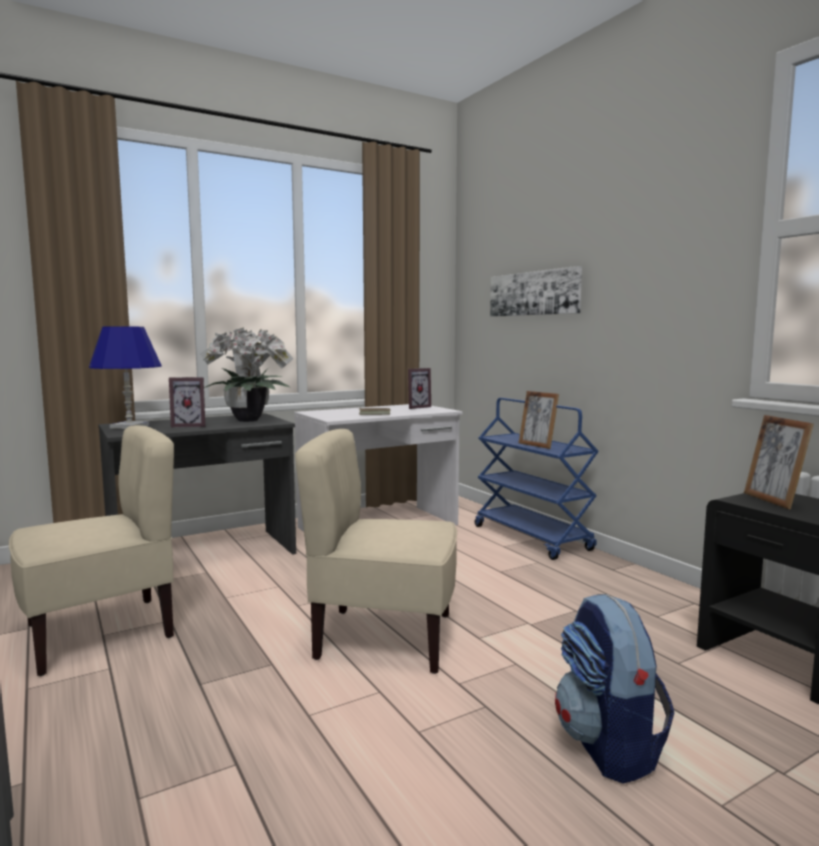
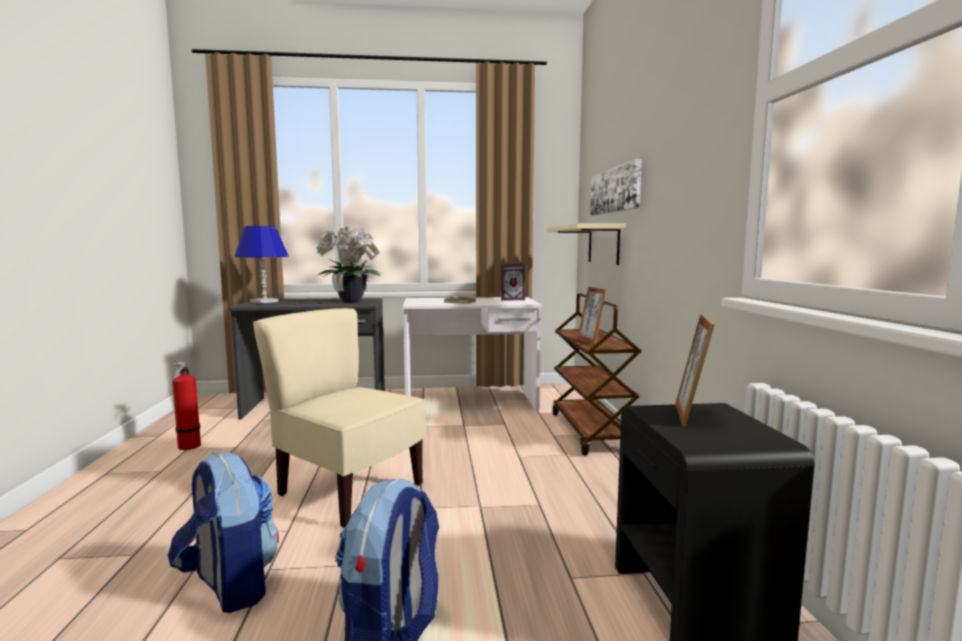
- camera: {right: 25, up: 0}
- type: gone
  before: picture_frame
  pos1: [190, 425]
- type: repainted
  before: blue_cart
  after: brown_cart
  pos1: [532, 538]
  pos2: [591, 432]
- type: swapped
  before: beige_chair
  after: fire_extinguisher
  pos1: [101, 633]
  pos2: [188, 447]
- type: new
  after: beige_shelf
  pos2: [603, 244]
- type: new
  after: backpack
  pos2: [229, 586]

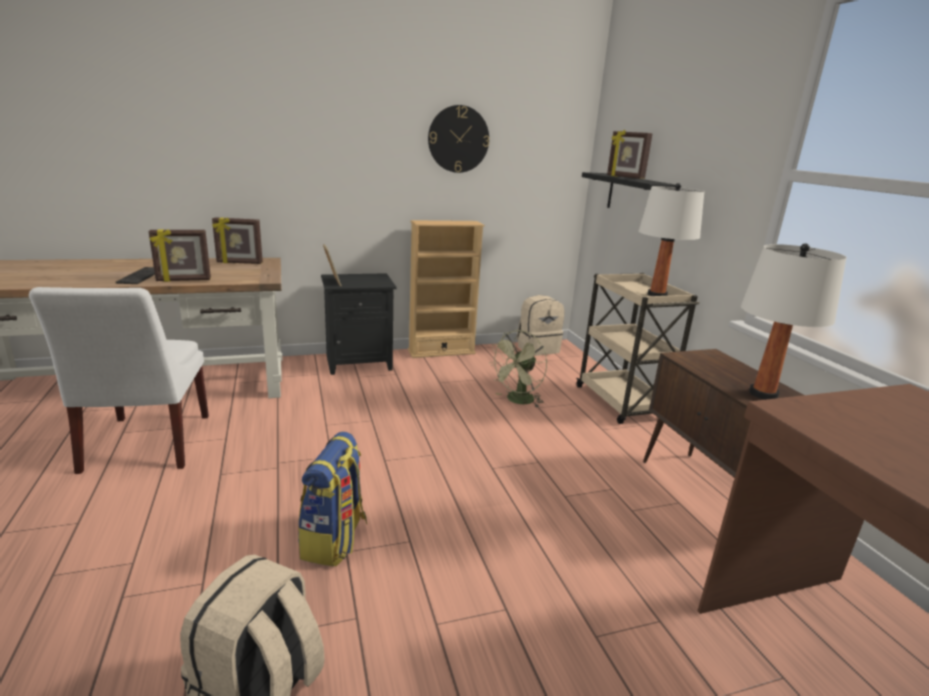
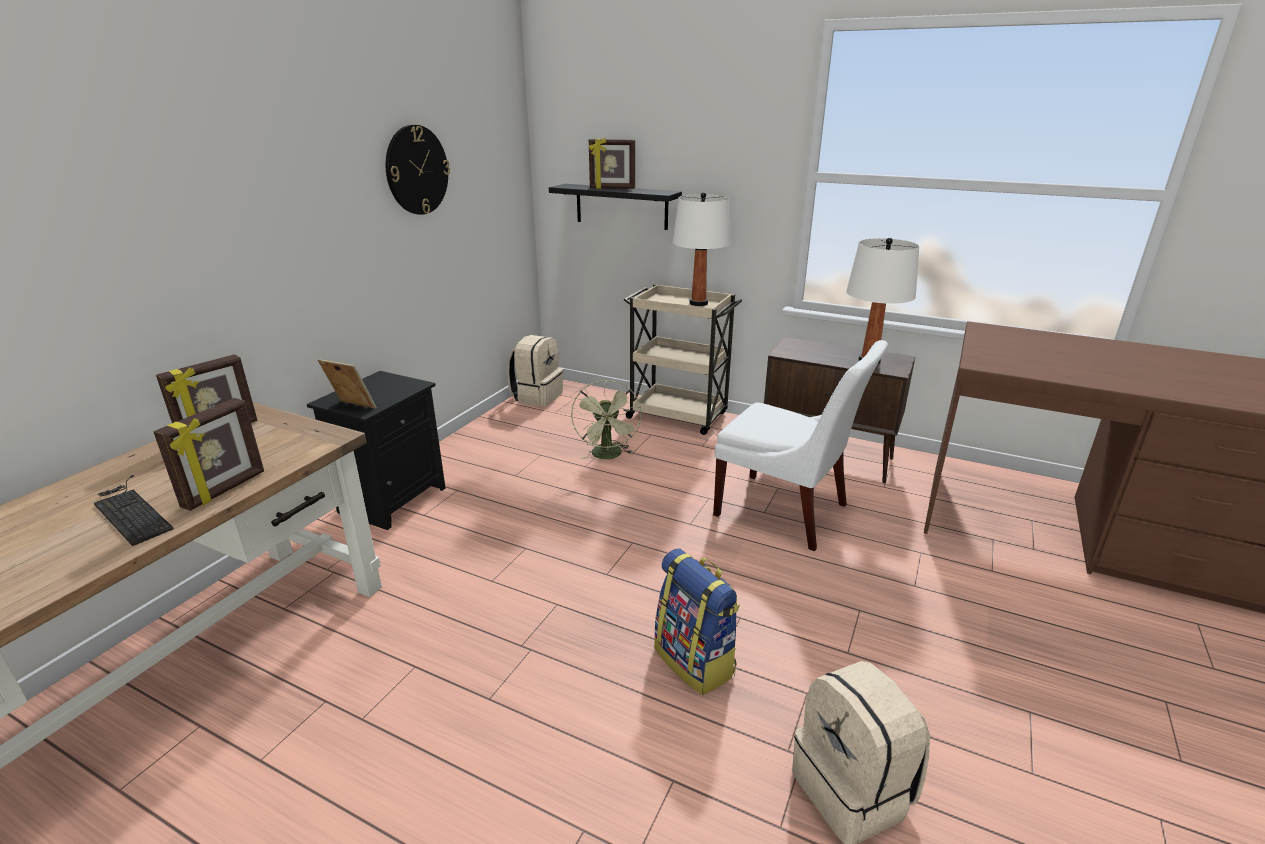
- camera: {right: -45, up: 5}
- type: gone
  before: beige_bookcase
  pos1: [441, 352]
- type: shifted
  before: white_chair
  pos1: [145, 445]
  pos2: [786, 512]

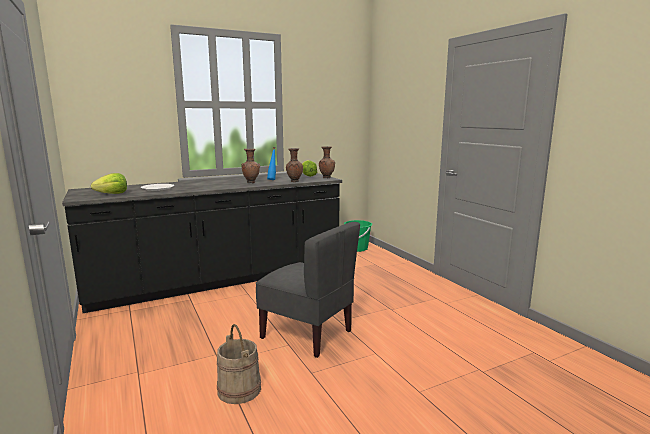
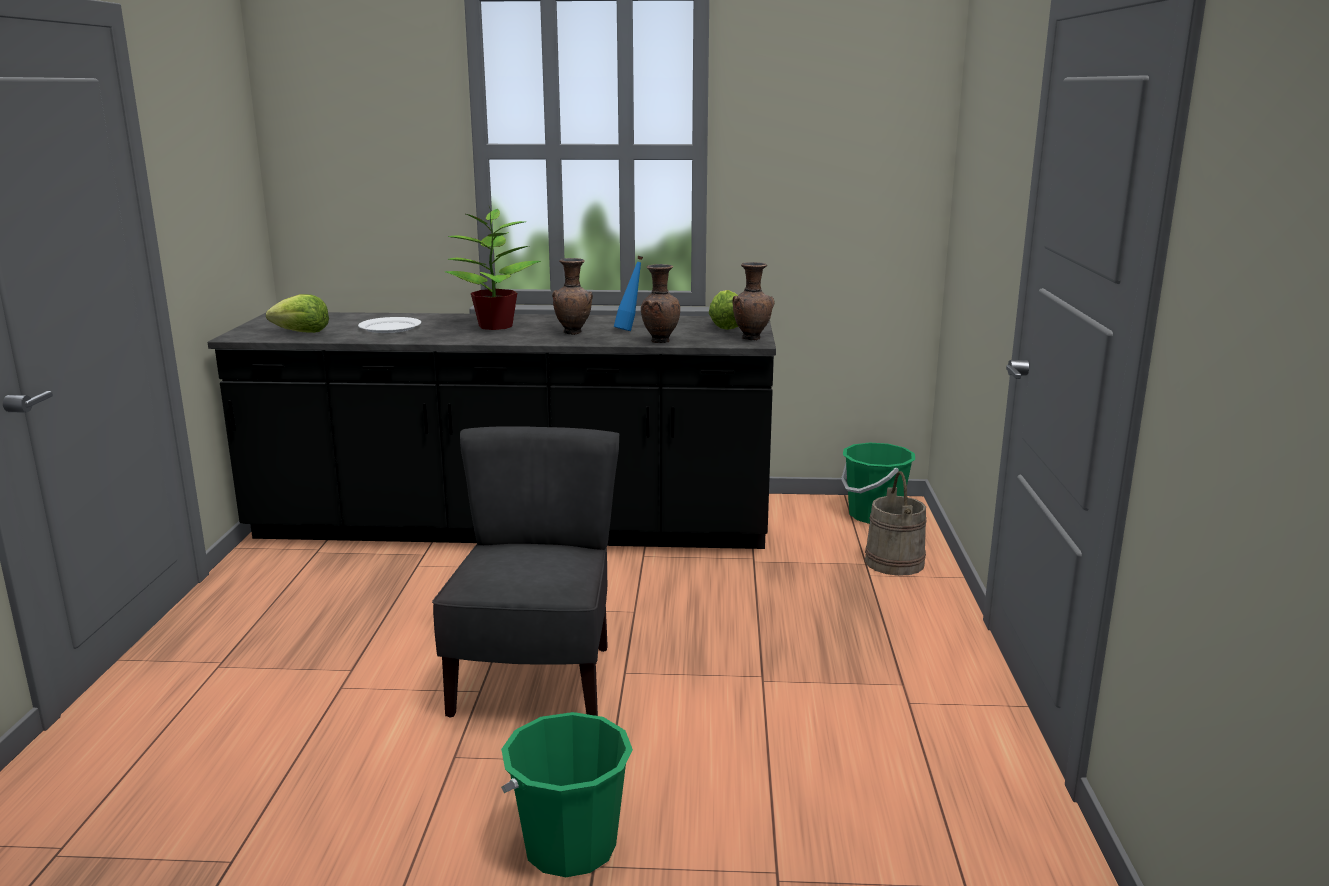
- camera: {right: 30, up: 5}
- type: rotated
  before: grey_chair
  pos1: [307, 334]
  pos2: [536, 681]
  turn: -150
- type: shifted
  before: beige_bucket
  pos1: [239, 389]
  pos2: [894, 562]
- type: new
  after: potted_plant
  pos2: [494, 326]
- type: new
  after: green_bucket
  pos2: [570, 847]

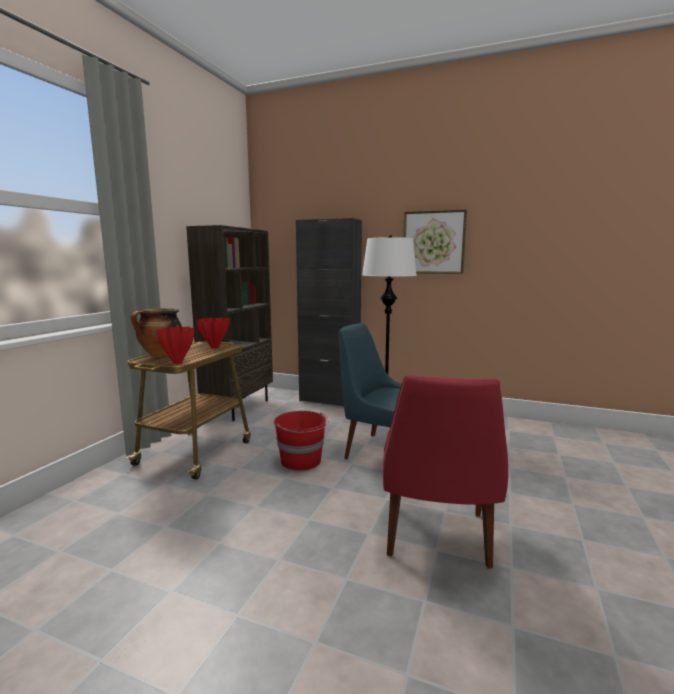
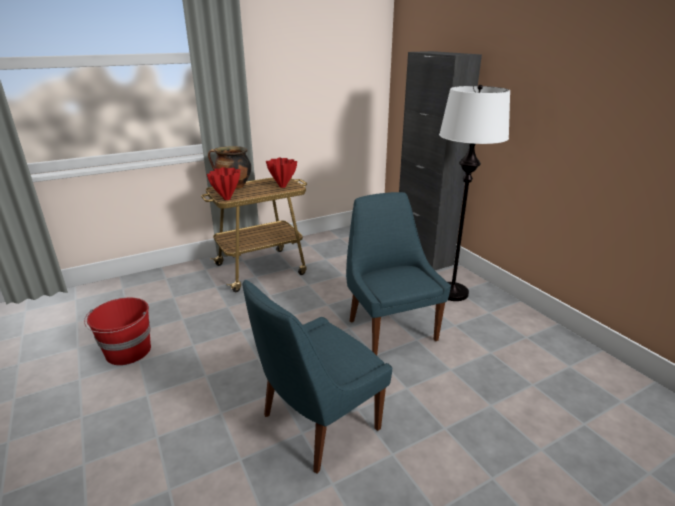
- camera: {right: 40, up: 15}
- type: gone
  before: picture
  pos1: [433, 242]
- type: gone
  before: brown_bookcase
  pos1: [238, 408]
- type: repainted
  before: red_chair
  after: blue_chair
  pos1: [436, 537]
  pos2: [317, 424]
- type: shifted
  before: red_bucket
  pos1: [301, 461]
  pos2: [128, 351]

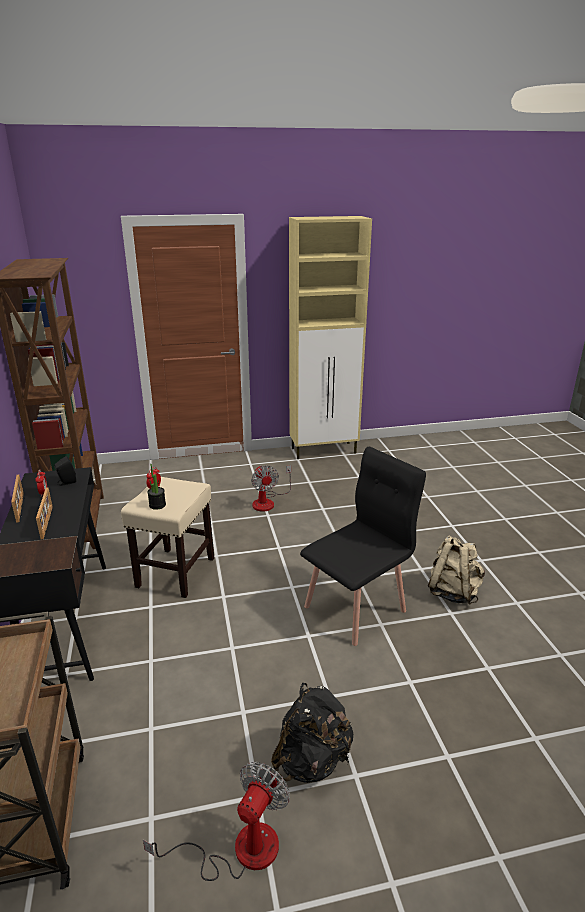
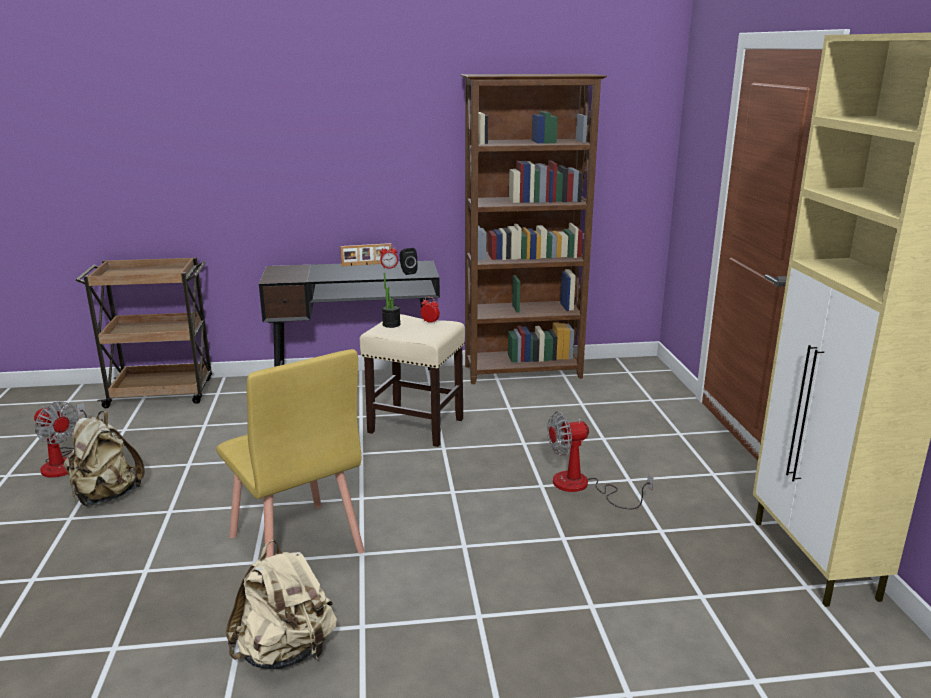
- camera: {right: 95, up: -5}
- type: repainted
  before: black_chair
  after: yellow_chair
  pos1: [356, 608]
  pos2: [295, 545]
- type: gone
  before: picture_frame
  pos1: [48, 522]
- type: repainted
  before: black_backpack
  after: beige_backpack
  pos1: [312, 761]
  pos2: [106, 496]

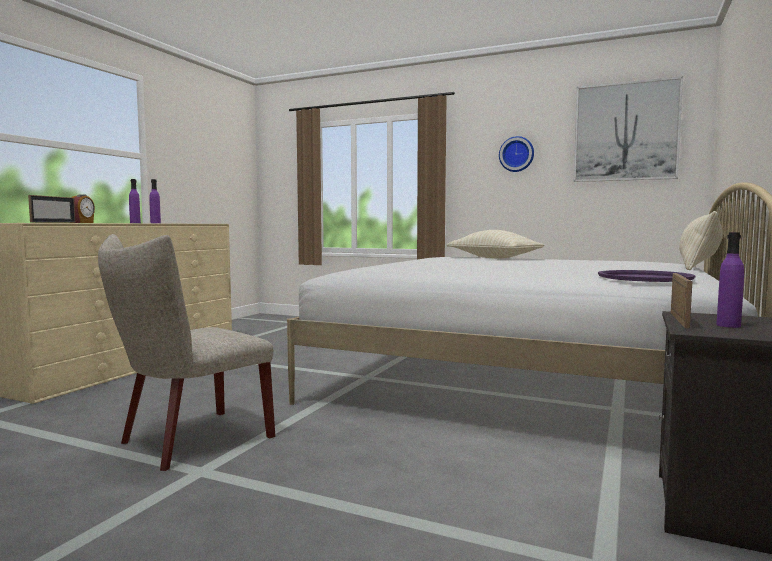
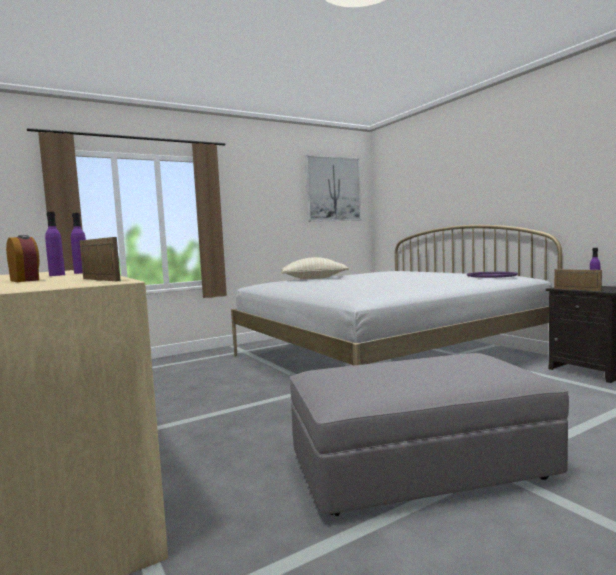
- camera: {right: -55, up: 0}
- type: gone
  before: wall_clock
  pos1: [516, 154]
- type: gone
  before: beige_pillow
  pos1: [698, 267]
- type: swapped
  before: beige_chair
  after: grey_ottoman
  pos1: [188, 441]
  pos2: [418, 467]

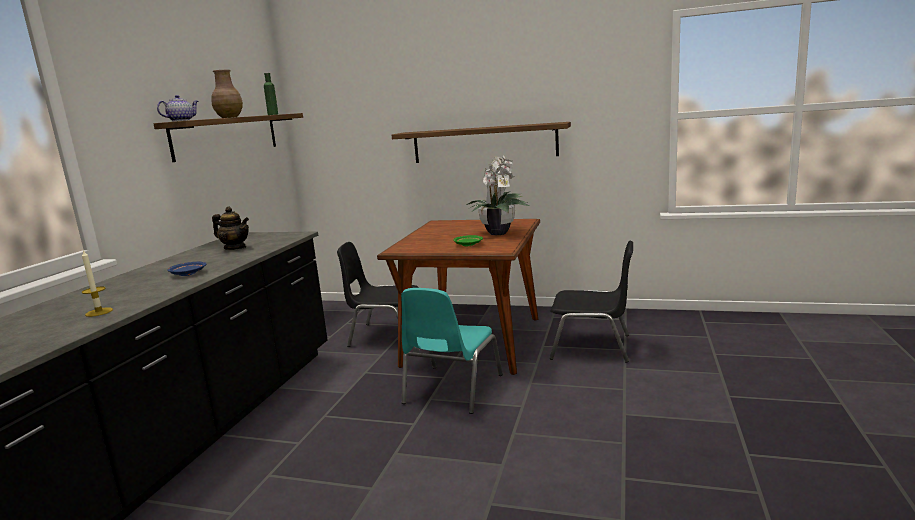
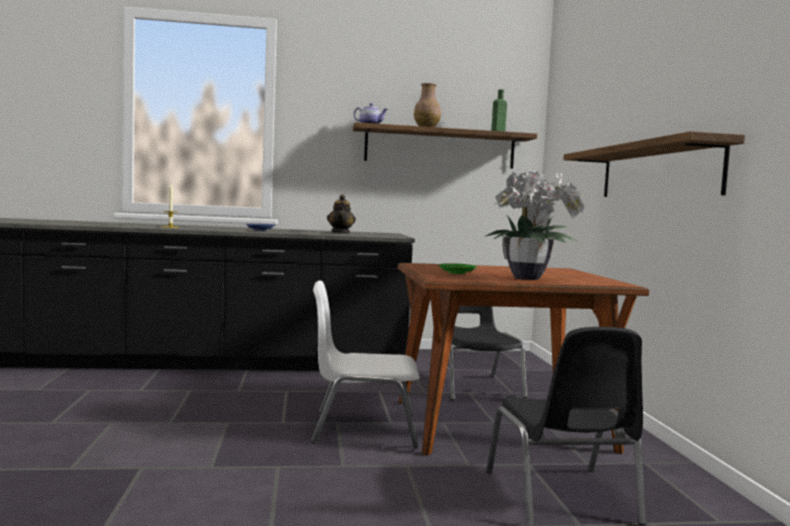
- camera: {right: 65, up: -10}
- type: repainted
  before: turquoise_chair
  after: white_chair
  pos1: [451, 390]
  pos2: [363, 428]

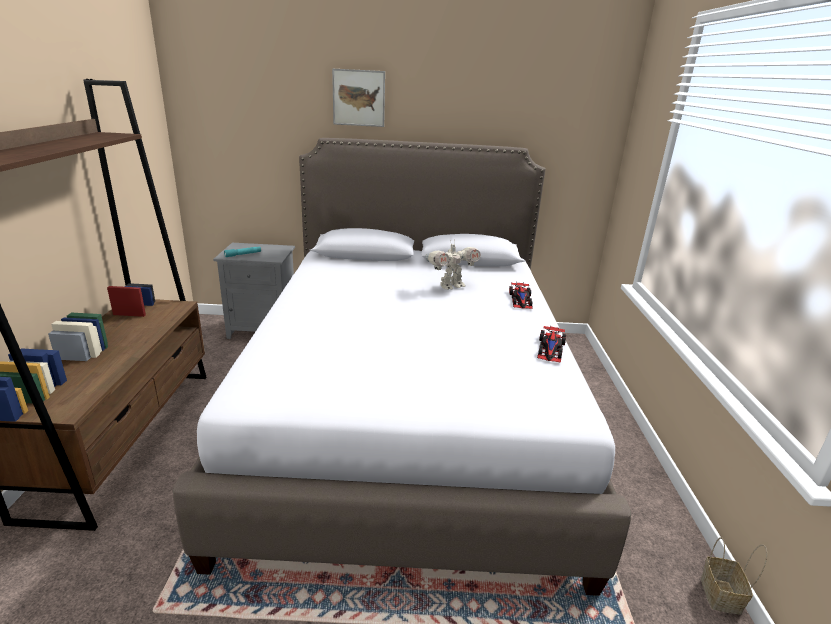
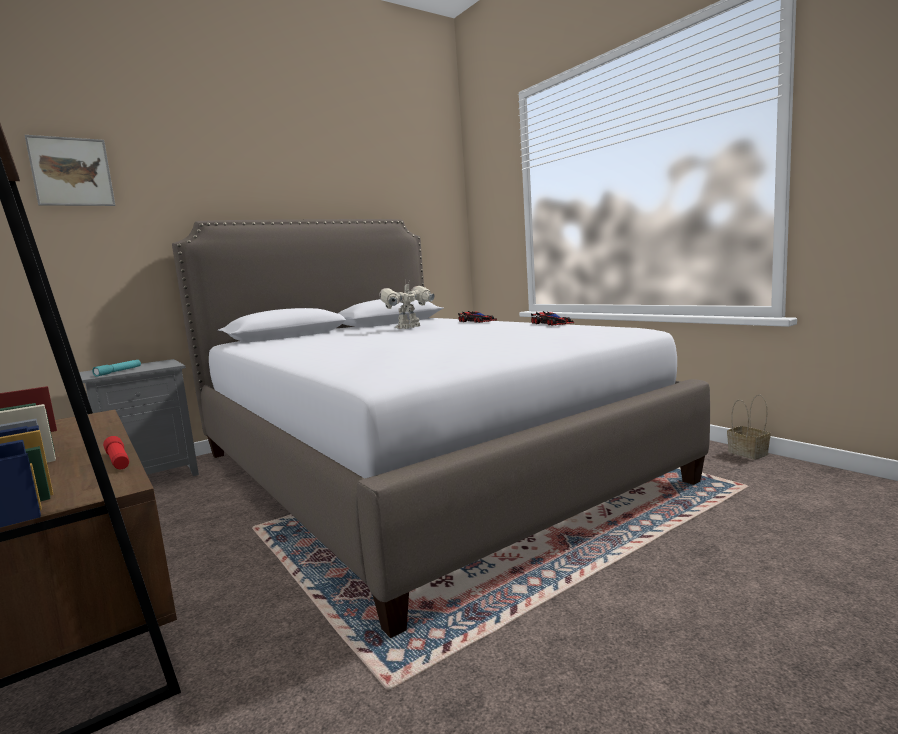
- camera: {right: -35, up: -15}
- type: shifted
  before: picture
  pos1: [359, 98]
  pos2: [71, 172]
- type: rotated
  before: toy_robot
  pos1: [451, 286]
  pos2: [409, 328]
  turn: -150
- type: new
  after: red_flashlight
  pos2: [118, 460]

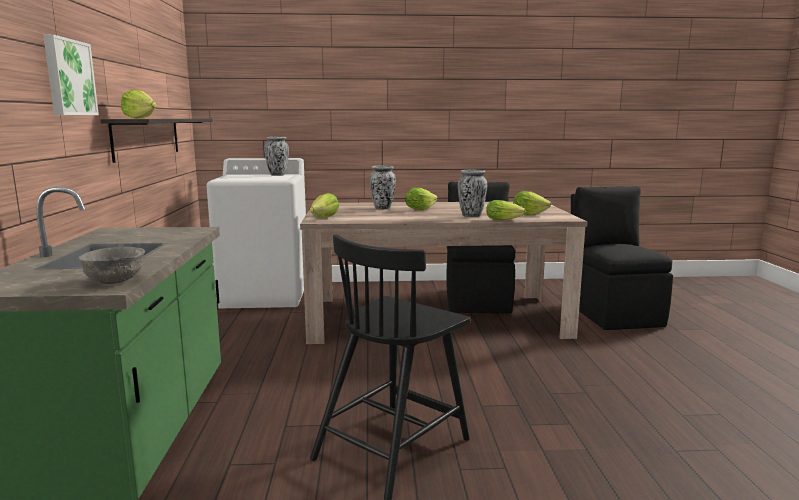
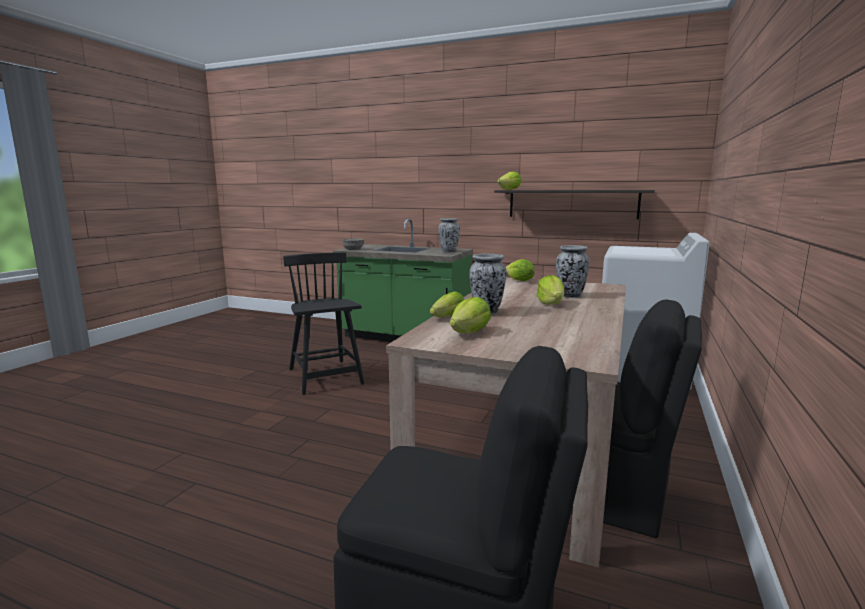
- camera: {right: 115, up: 0}
- type: gone
  before: picture
  pos1: [68, 77]
- type: shifted
  before: vase
  pos1: [277, 175]
  pos2: [448, 251]

